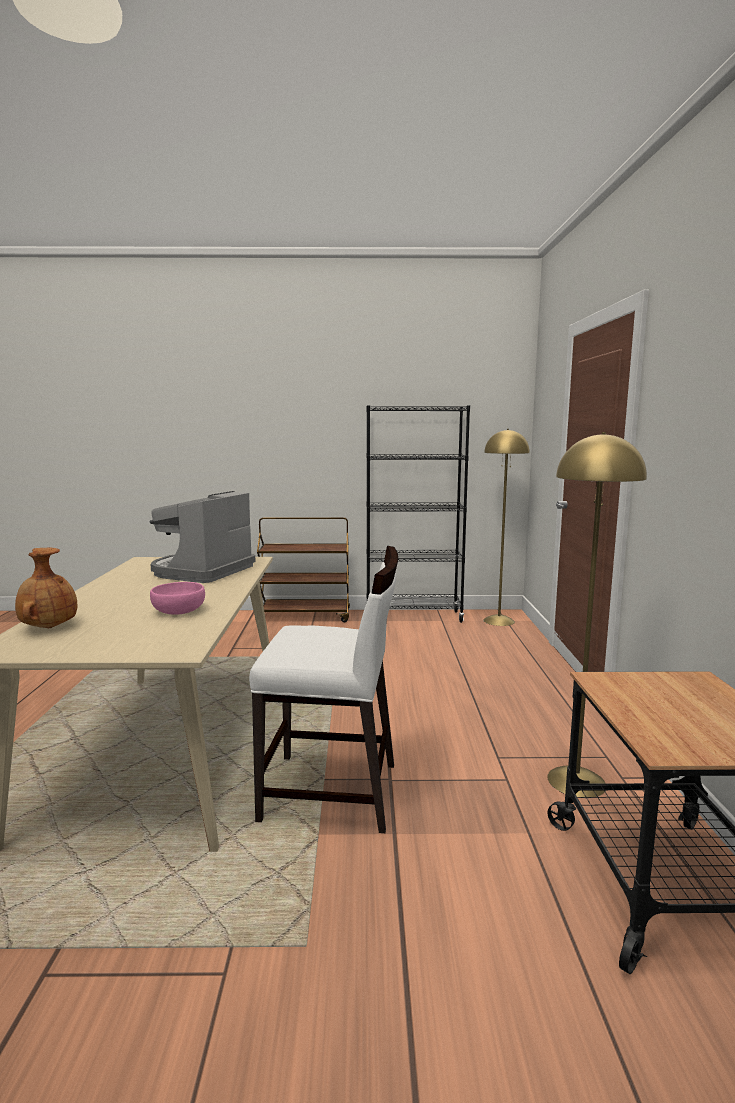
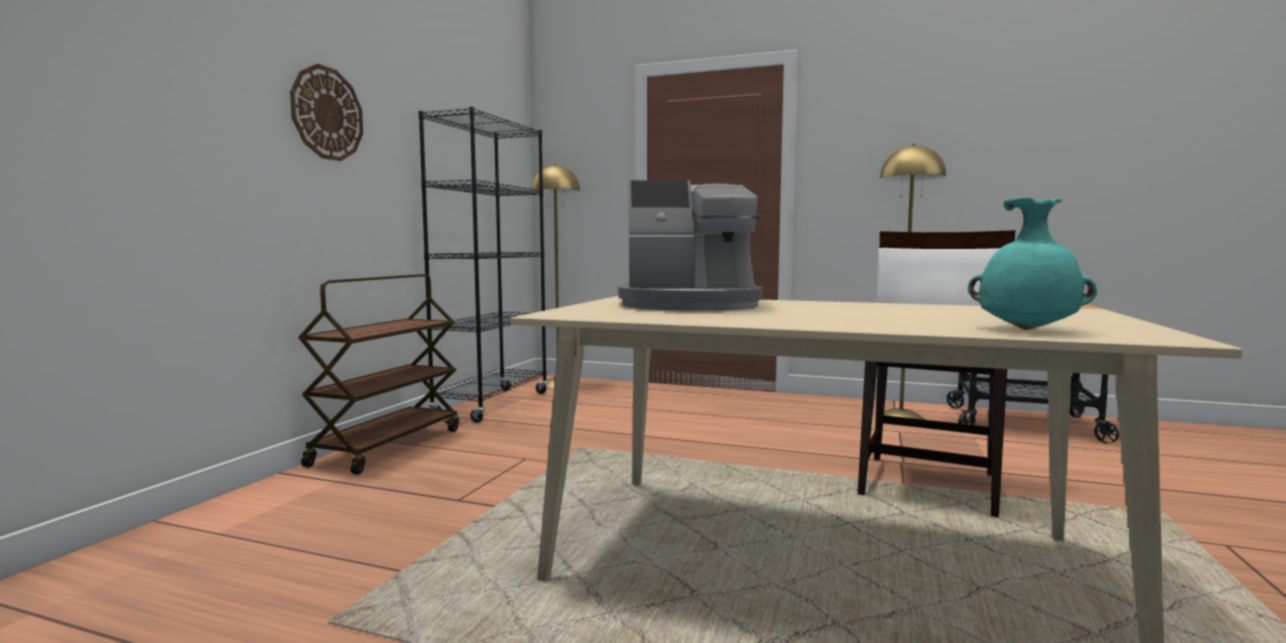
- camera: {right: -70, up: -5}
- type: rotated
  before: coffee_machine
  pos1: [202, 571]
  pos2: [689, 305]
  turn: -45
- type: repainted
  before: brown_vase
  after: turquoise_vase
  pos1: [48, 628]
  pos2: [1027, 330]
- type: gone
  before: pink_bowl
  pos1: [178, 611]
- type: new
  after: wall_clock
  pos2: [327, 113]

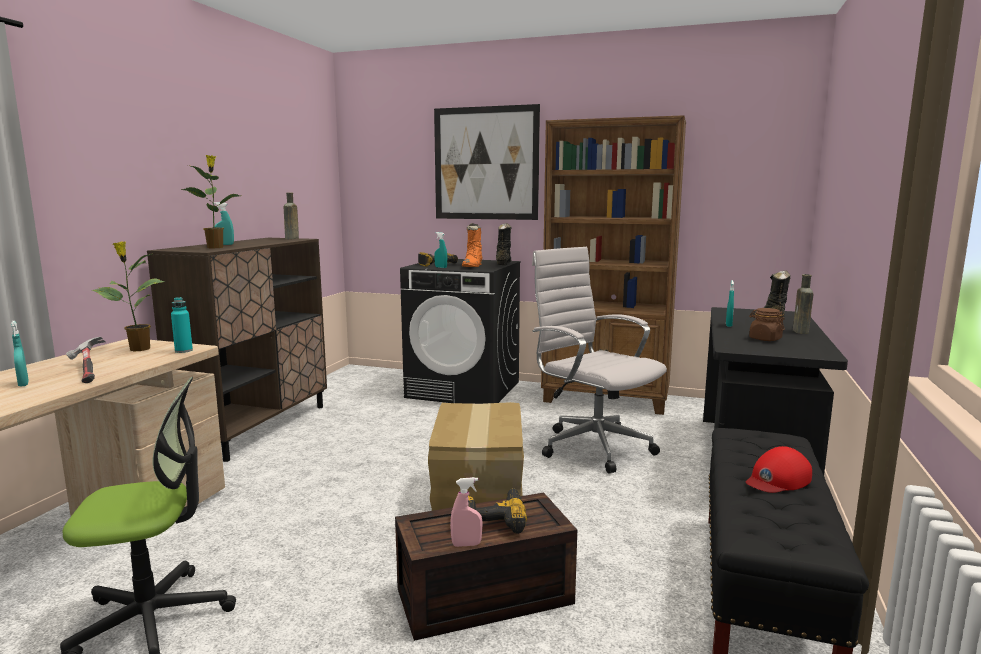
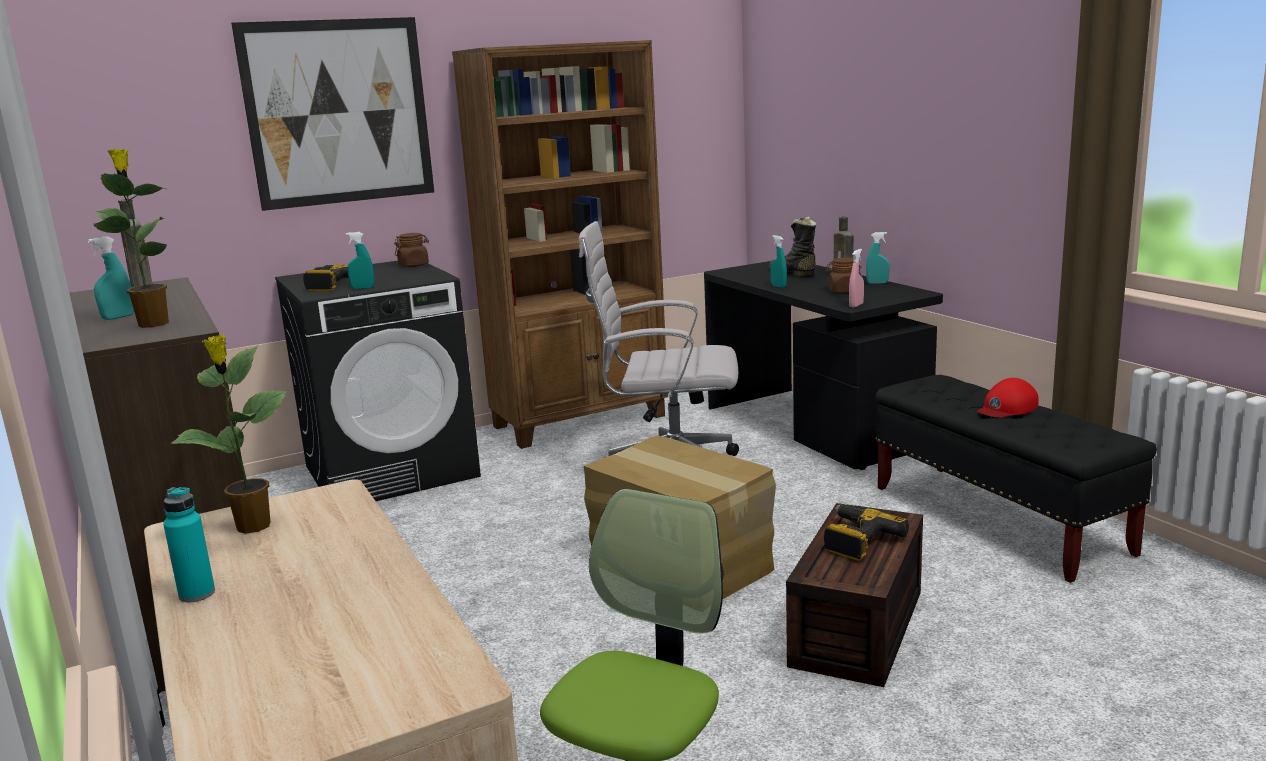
- camera: {right: -45, up: 5}
- type: gone
  before: orange_boot
  pos1: [473, 266]
- type: swapped
  before: black_boot
  after: brown_jar
  pos1: [503, 263]
  pos2: [414, 265]
- type: shifted
  before: turquoise_bottle
  pos1: [183, 351]
  pos2: [197, 594]
- type: shifted
  before: turquoise_spray_bottle
  pos1: [23, 384]
  pos2: [877, 283]
- type: gone
  before: hammer
  pos1: [88, 371]
- type: rotated
  before: red_cap
  pos1: [777, 479]
  pos2: [1007, 408]
  turn: 45
- type: shifted
  before: pink_spray_bottle
  pos1: [466, 544]
  pos2: [856, 305]

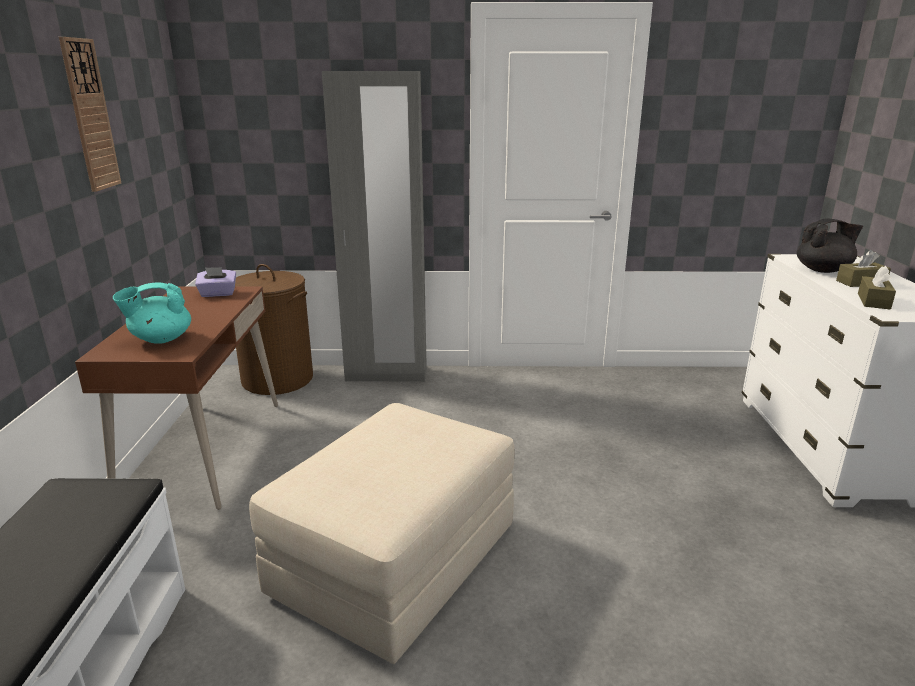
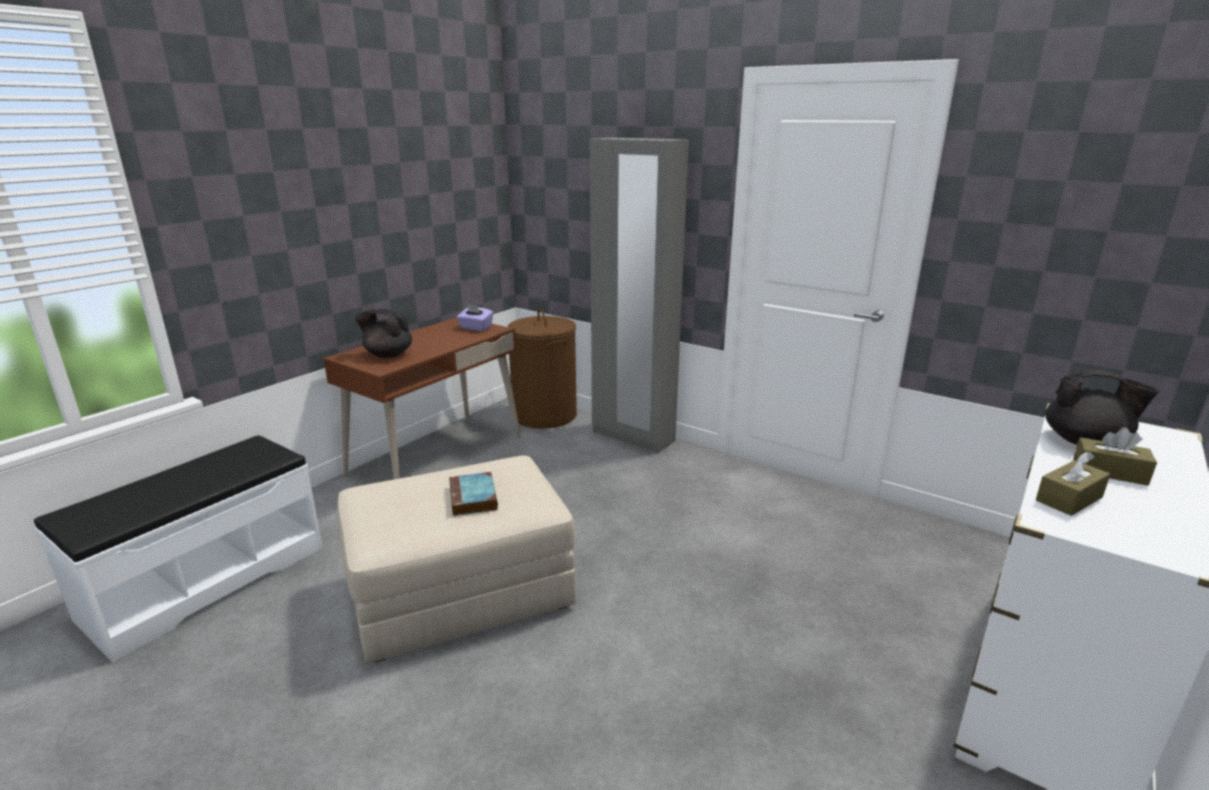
- camera: {right: 35, up: 0}
- type: gone
  before: wall_clock
  pos1: [90, 115]
- type: repainted
  before: turquoise_teapot
  after: black_teapot
  pos1: [160, 339]
  pos2: [388, 355]
- type: new
  after: book
  pos2: [474, 499]

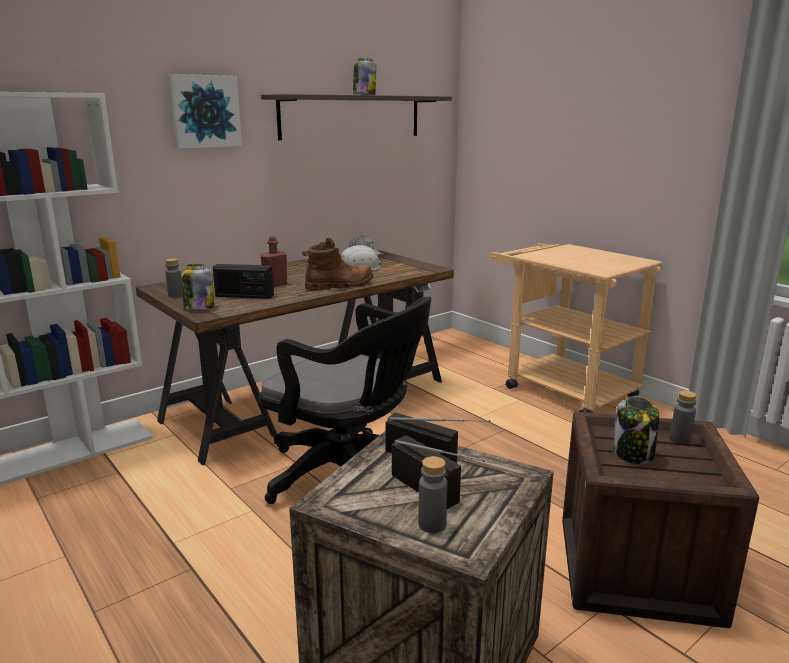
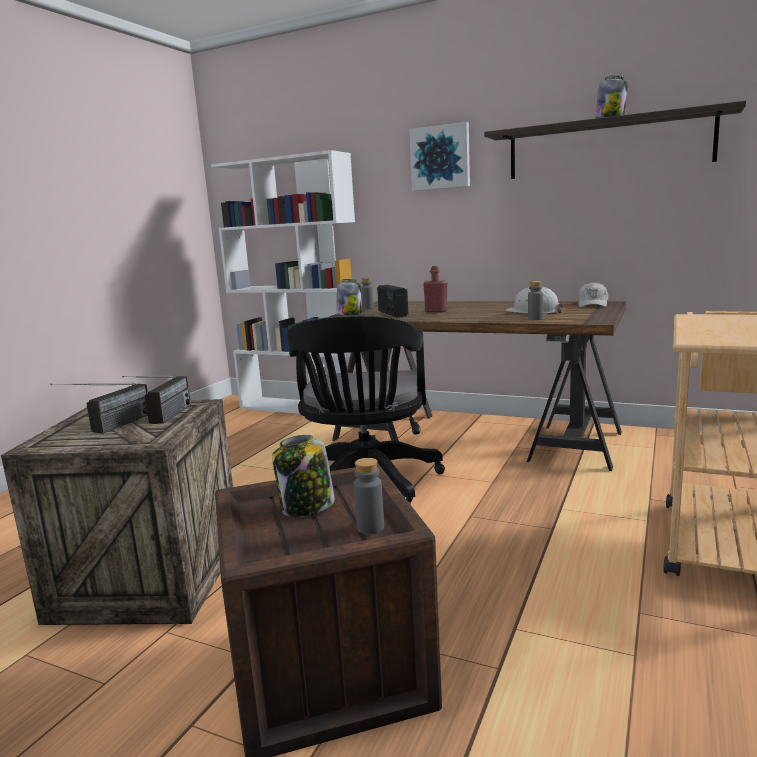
- camera: {right: 65, up: -5}
- type: gone
  before: brown_boot
  pos1: [340, 285]
- type: shifted
  before: grey_bottle
  pos1: [432, 524]
  pos2: [535, 319]

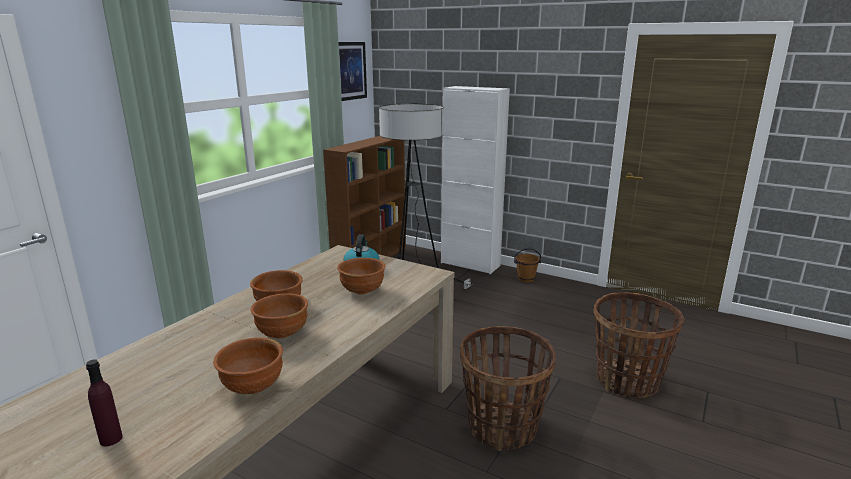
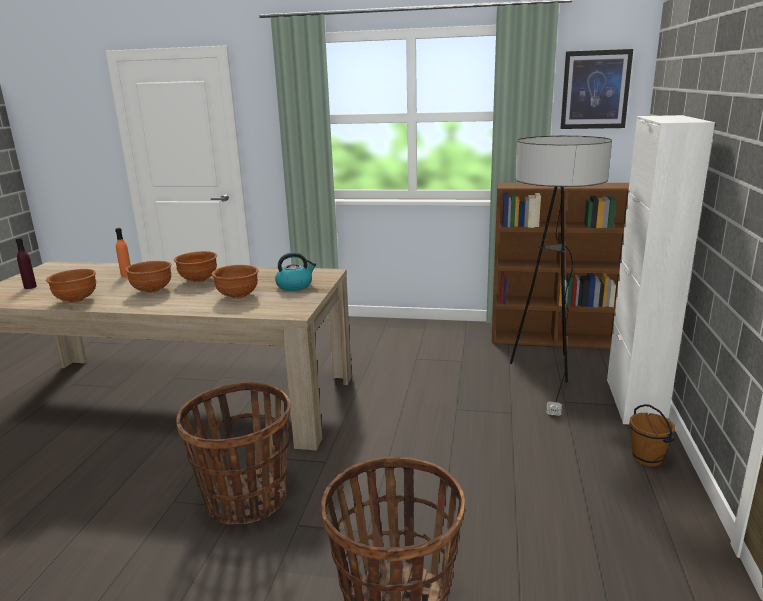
- camera: {right: 70, up: 0}
- type: new
  after: orange_bottle
  pos2: [126, 275]

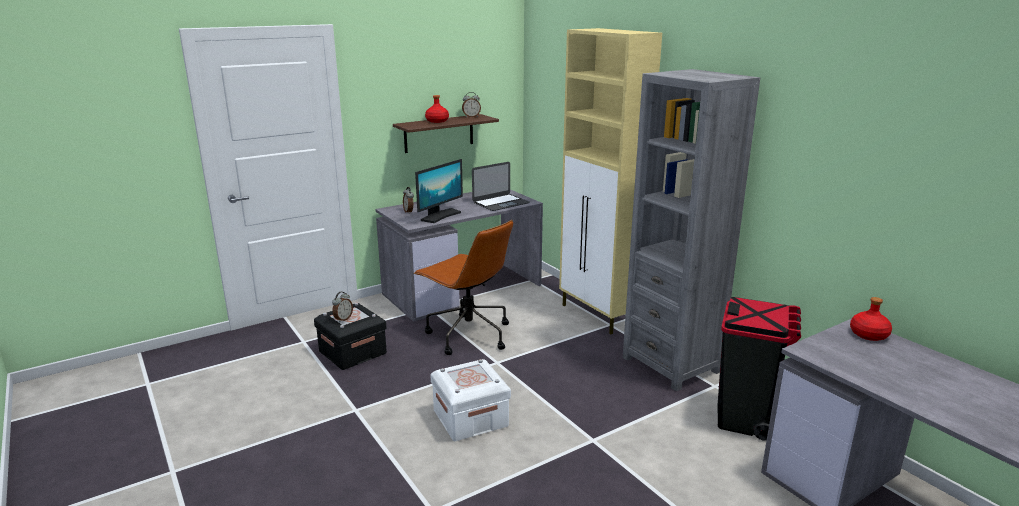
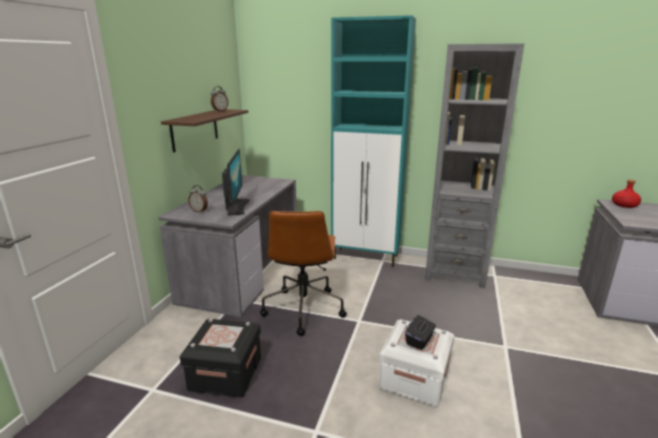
- camera: {right: -40, up: 0}
- type: repainted
  before: beige_cabinet
  after: turquoise_cabinet
  pos1: [598, 315]
  pos2: [366, 257]
- type: gone
  before: red_bottle
  pos1: [437, 121]
- type: gone
  before: laptop
  pos1: [501, 203]
- type: rotated
  before: brown_office_chair
  pos1: [468, 335]
  pos2: [303, 308]
  turn: 90
- type: gone
  before: alarm_clock
  pos1: [343, 319]
- type: gone
  before: black_trash_can
  pos1: [745, 417]
- type: new
  after: black_tissue_box
  pos2: [419, 340]

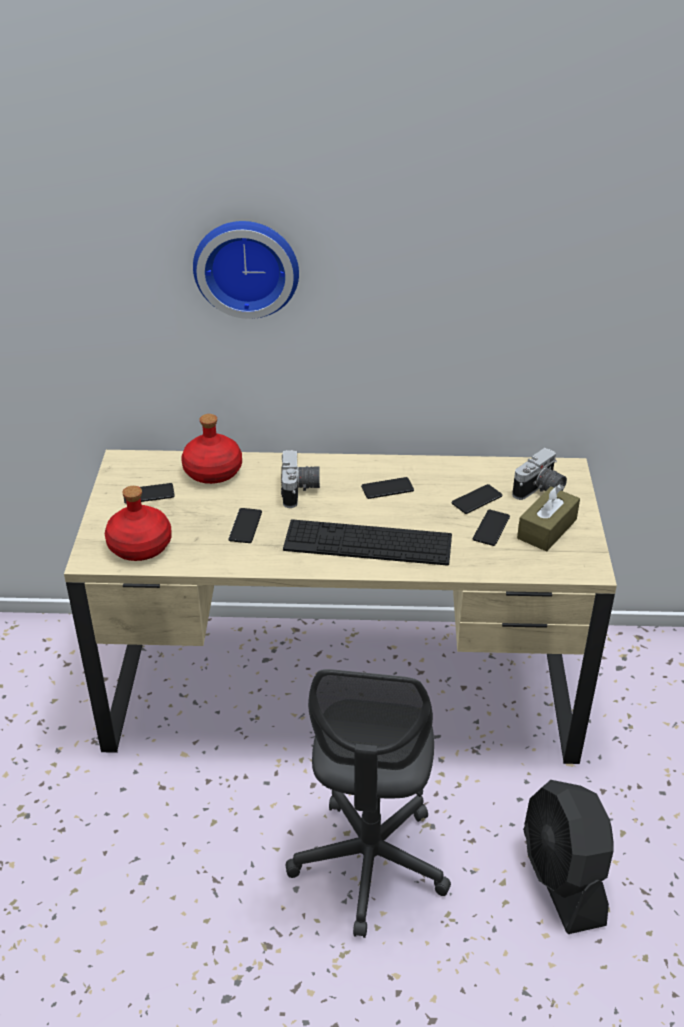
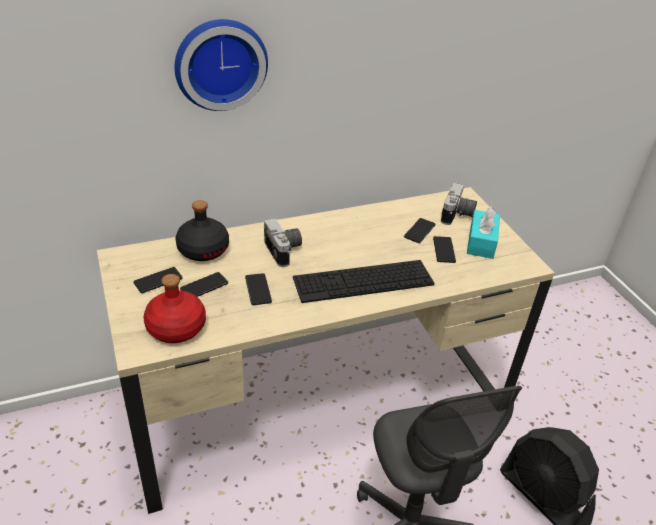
- camera: {right: -25, up: 0}
- type: repainted
  before: red_bottle
  after: black_bottle
  pos1: [213, 471]
  pos2: [203, 249]
- type: shifted
  before: phone
  pos1: [387, 489]
  pos2: [204, 286]
- type: repainted
  before: brown_tissue_box
  after: turquoise_tissue_box
  pos1: [547, 529]
  pos2: [481, 242]

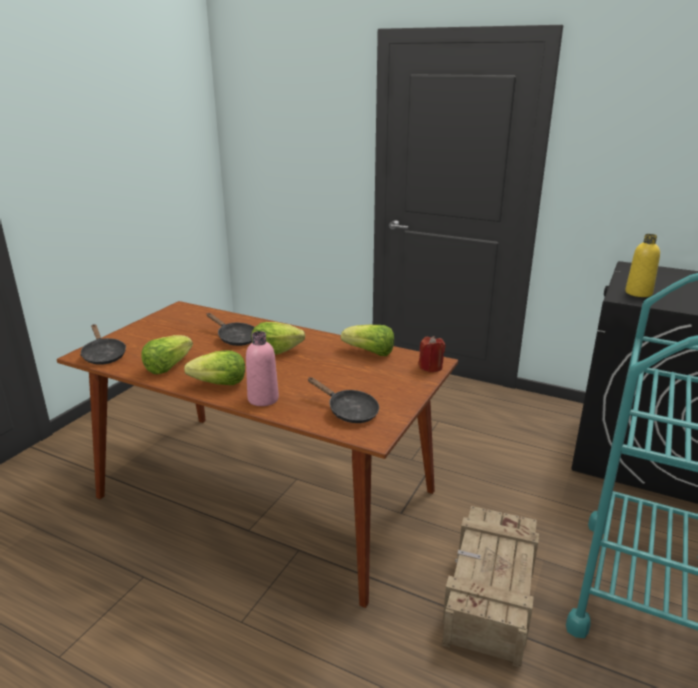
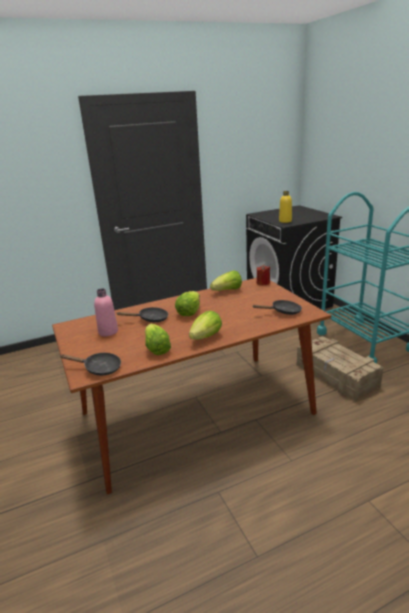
- camera: {right: -50, up: 0}
- type: shifted
  before: pink_bottle
  pos1: [263, 399]
  pos2: [108, 332]

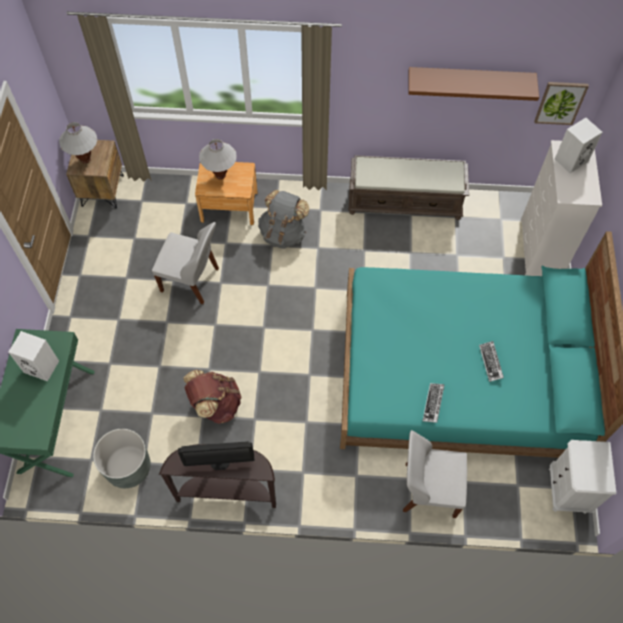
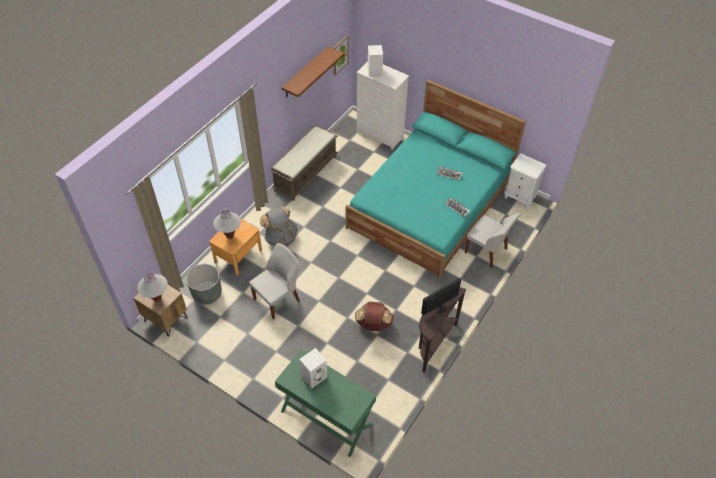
- camera: {right: -60, up: -10}
- type: shifted
  before: grey_planter
  pos1: [128, 467]
  pos2: [207, 293]
- type: rotated
  before: white_chair
  pos1: [428, 489]
  pos2: [487, 251]
  turn: -90
- type: rotated
  before: monitor
  pos1: [220, 462]
  pos2: [440, 308]
  turn: -150

